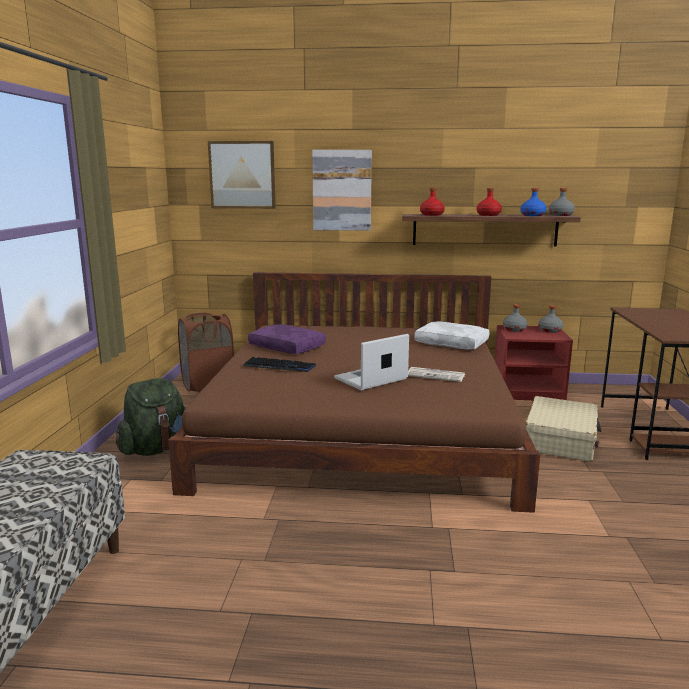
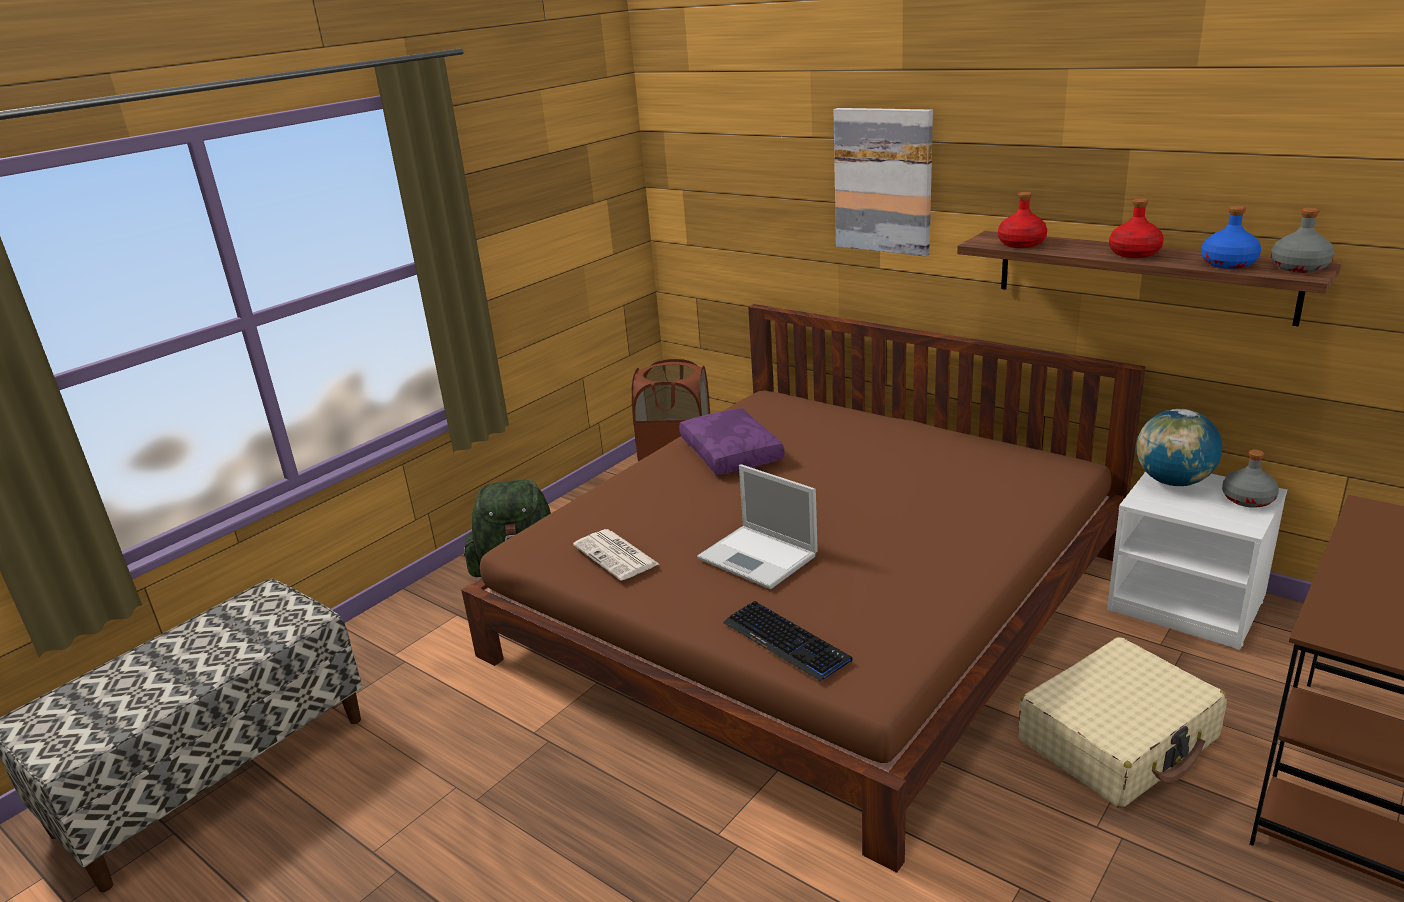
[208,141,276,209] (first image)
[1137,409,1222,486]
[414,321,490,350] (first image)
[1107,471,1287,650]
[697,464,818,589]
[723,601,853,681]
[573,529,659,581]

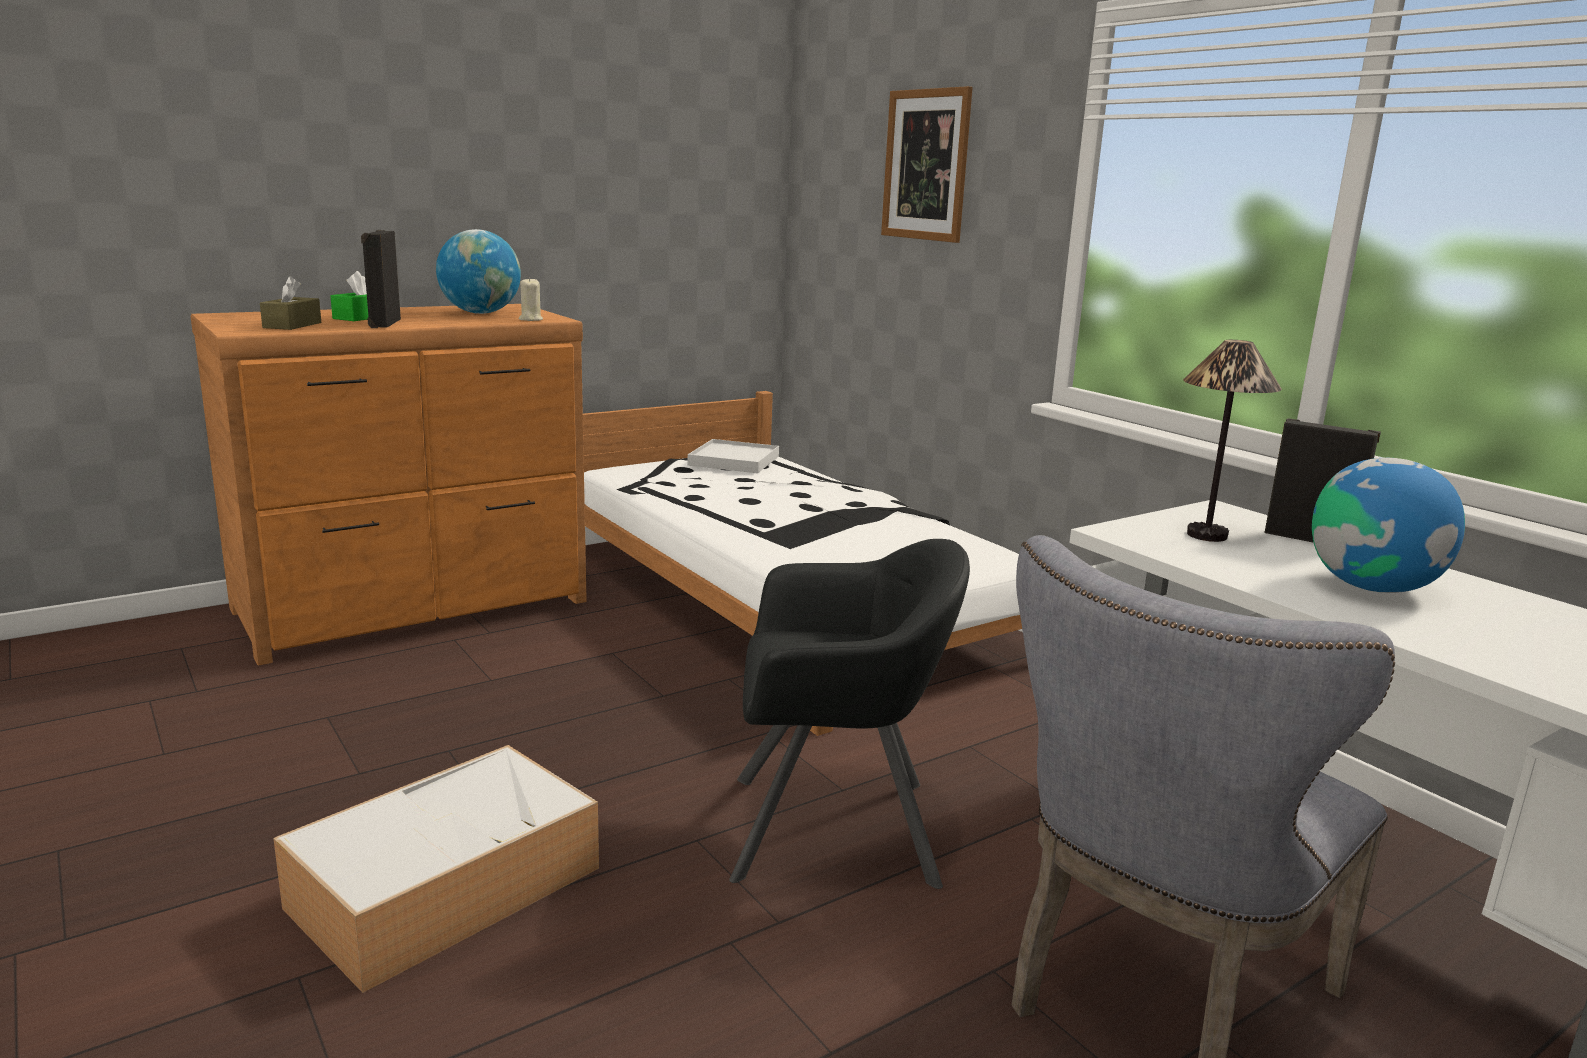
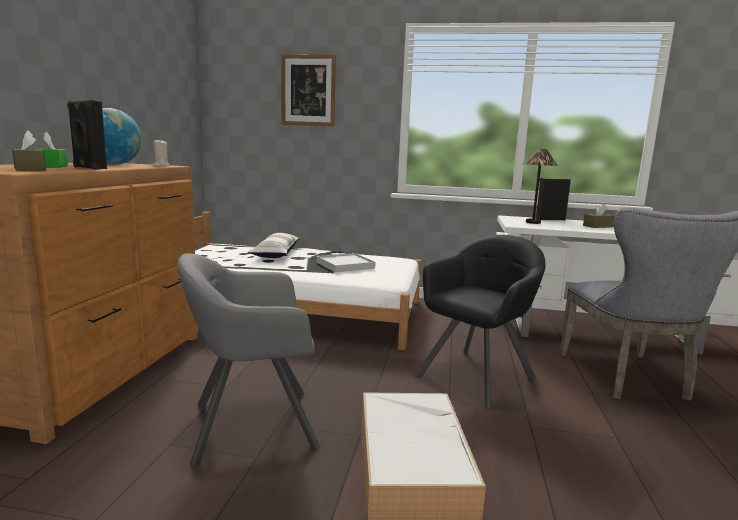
[316,253,376,273]
[583,204,615,228]
[247,233,300,258]
[178,253,320,466]

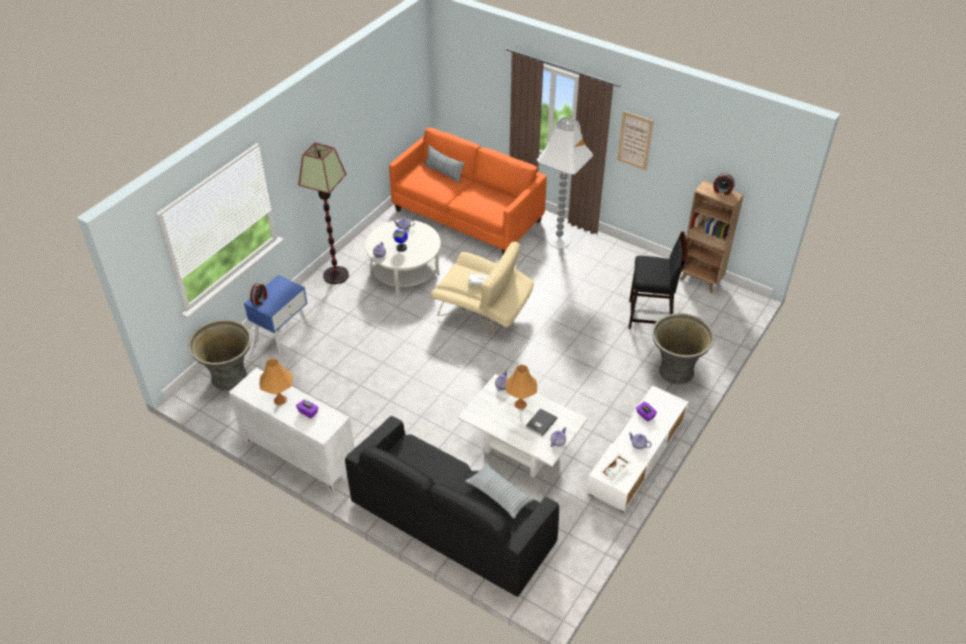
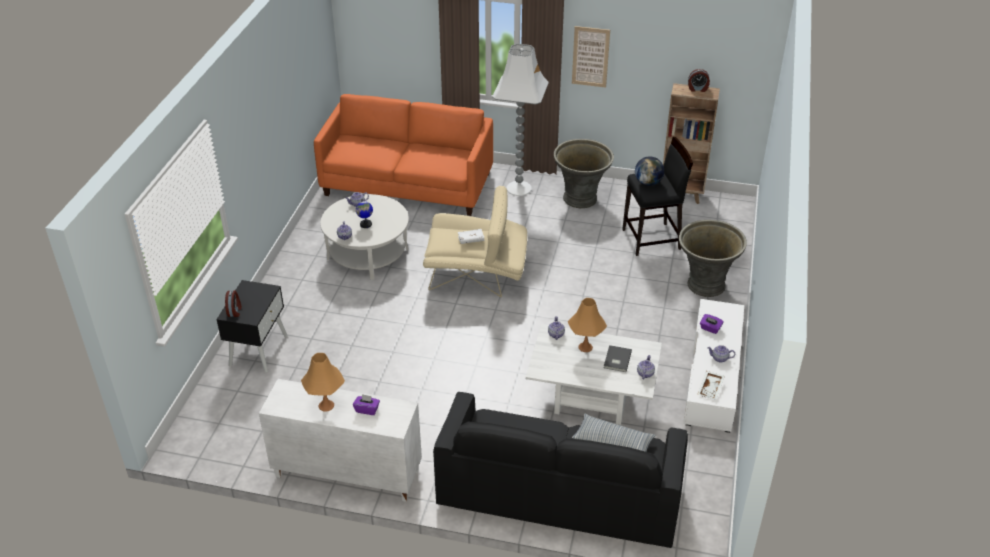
[298,142,349,284] (first image)
[424,145,464,184] (first image)
[216,280,288,373]
[554,139,614,208]
[635,156,664,186]

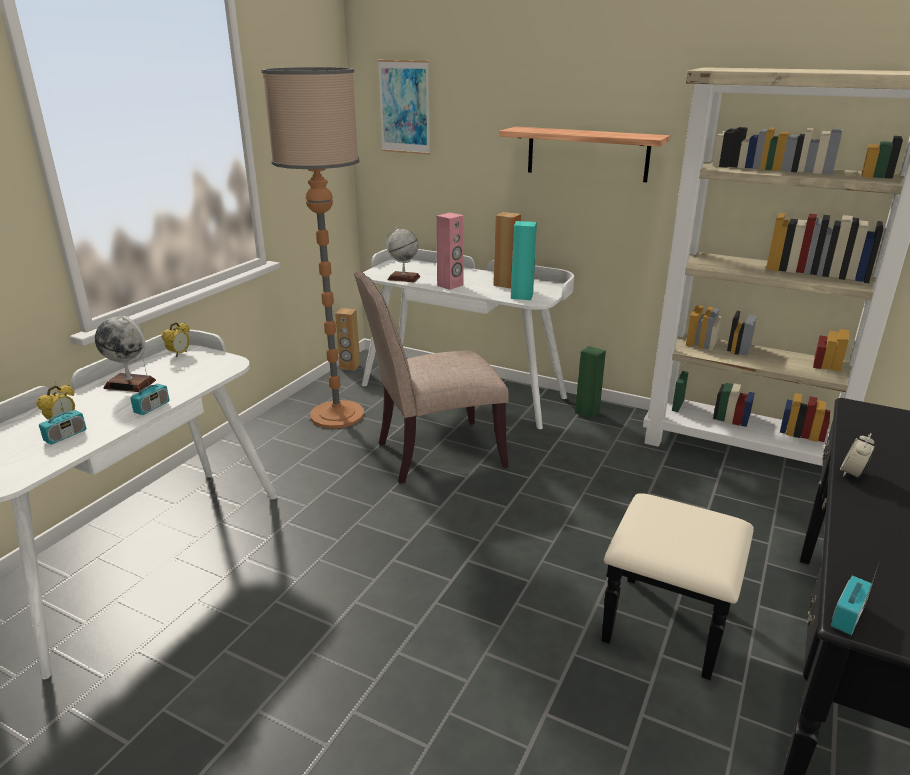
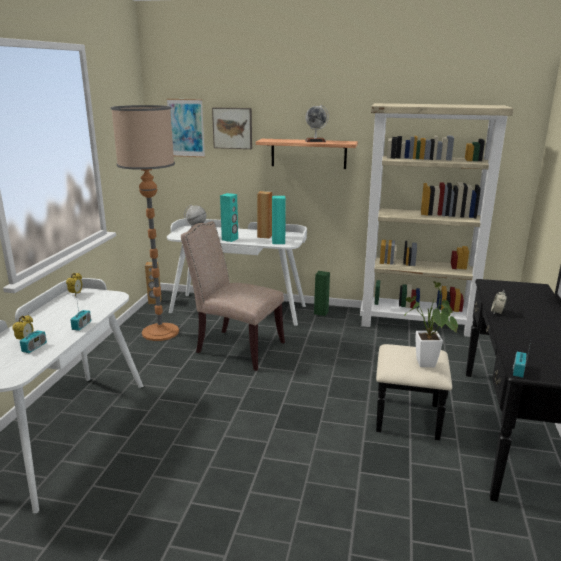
[220,193,238,242]
[181,221,285,371]
[305,105,329,142]
[212,107,252,149]
[404,281,458,367]

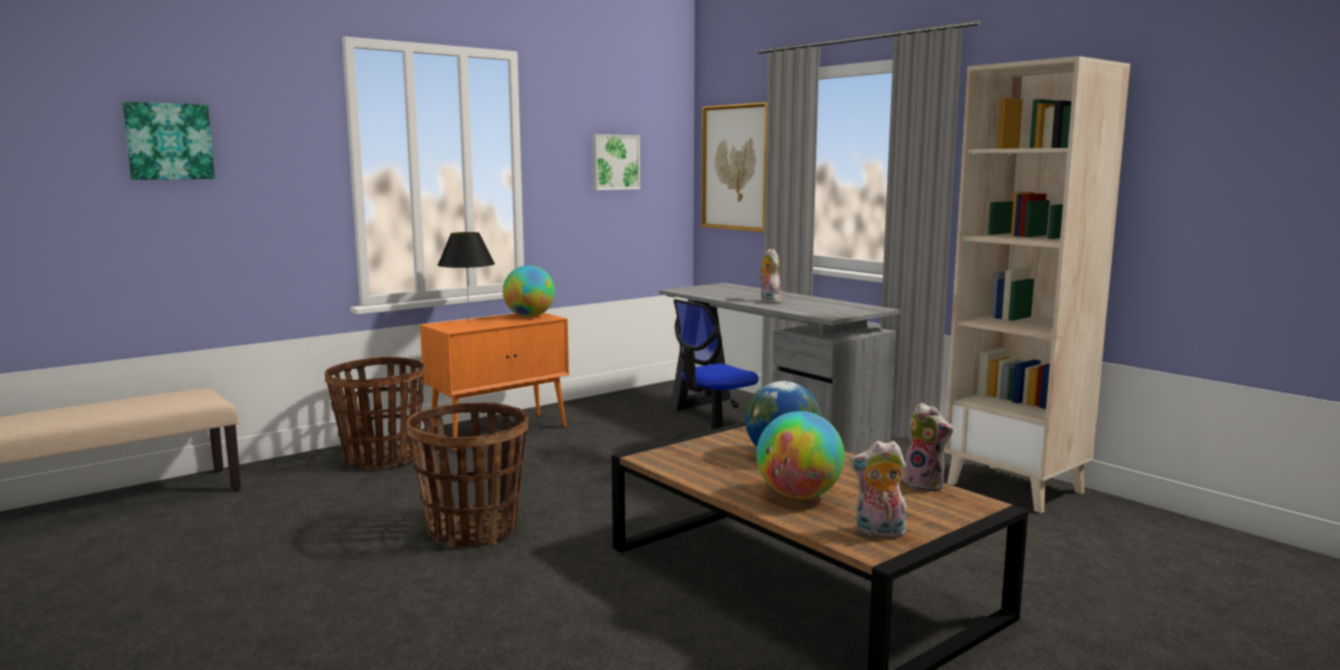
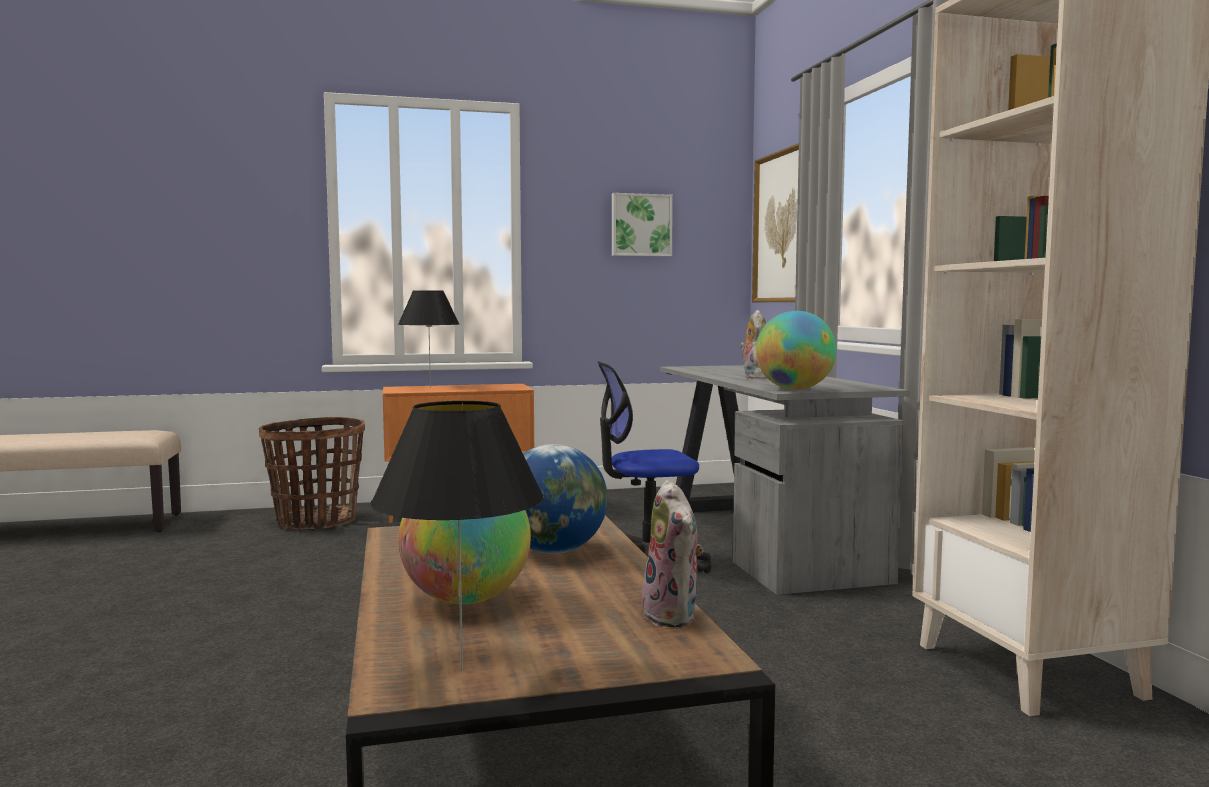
[122,102,215,180] (first image)
[756,311,837,390]
[406,402,528,547] (first image)
[371,401,544,670]

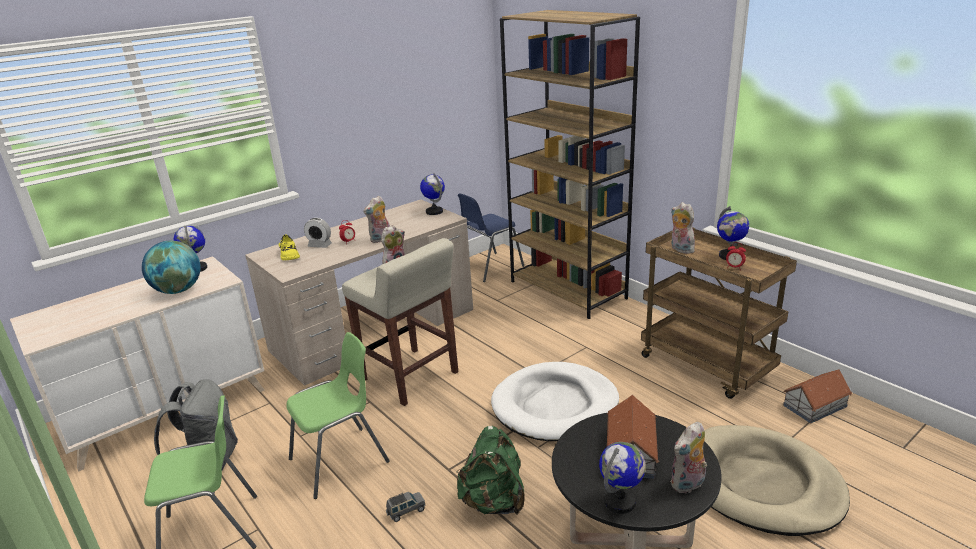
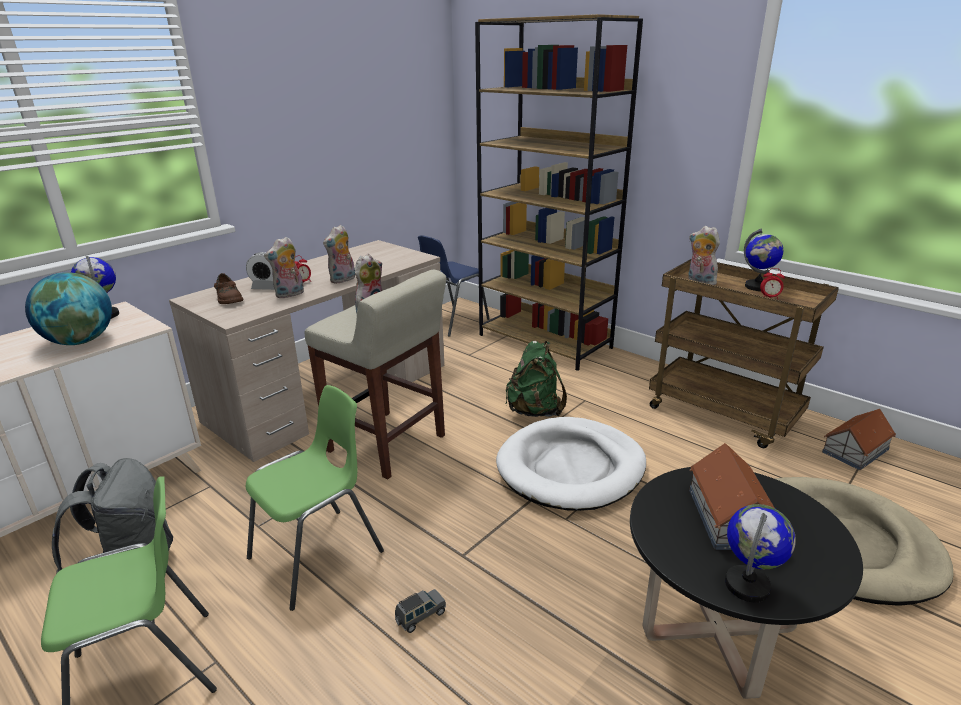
[420,174,445,215] (first image)
[214,273,243,304]
[264,237,304,299]
[505,341,567,417]

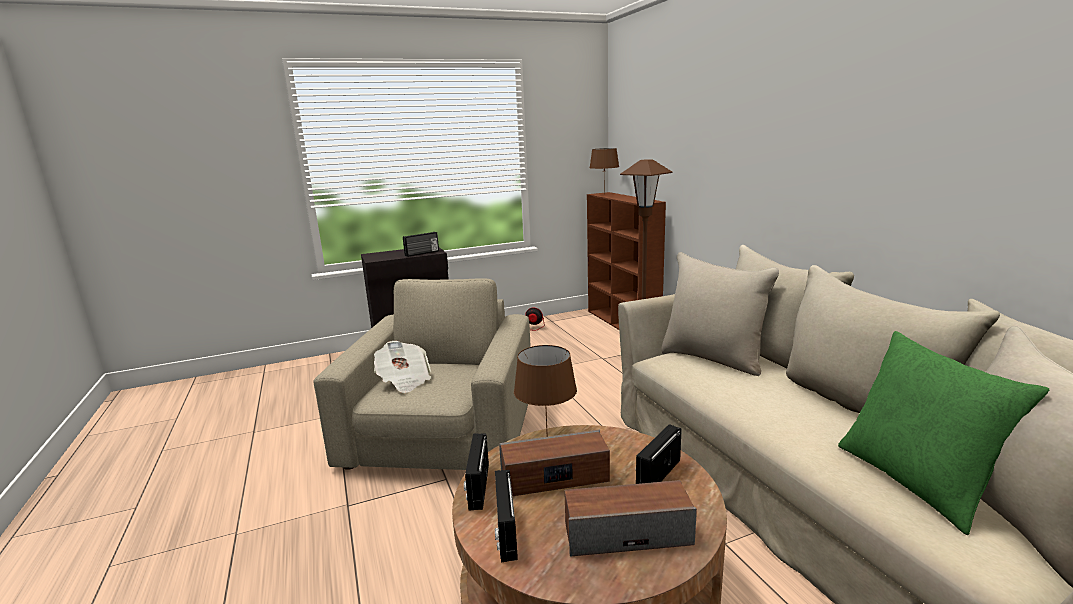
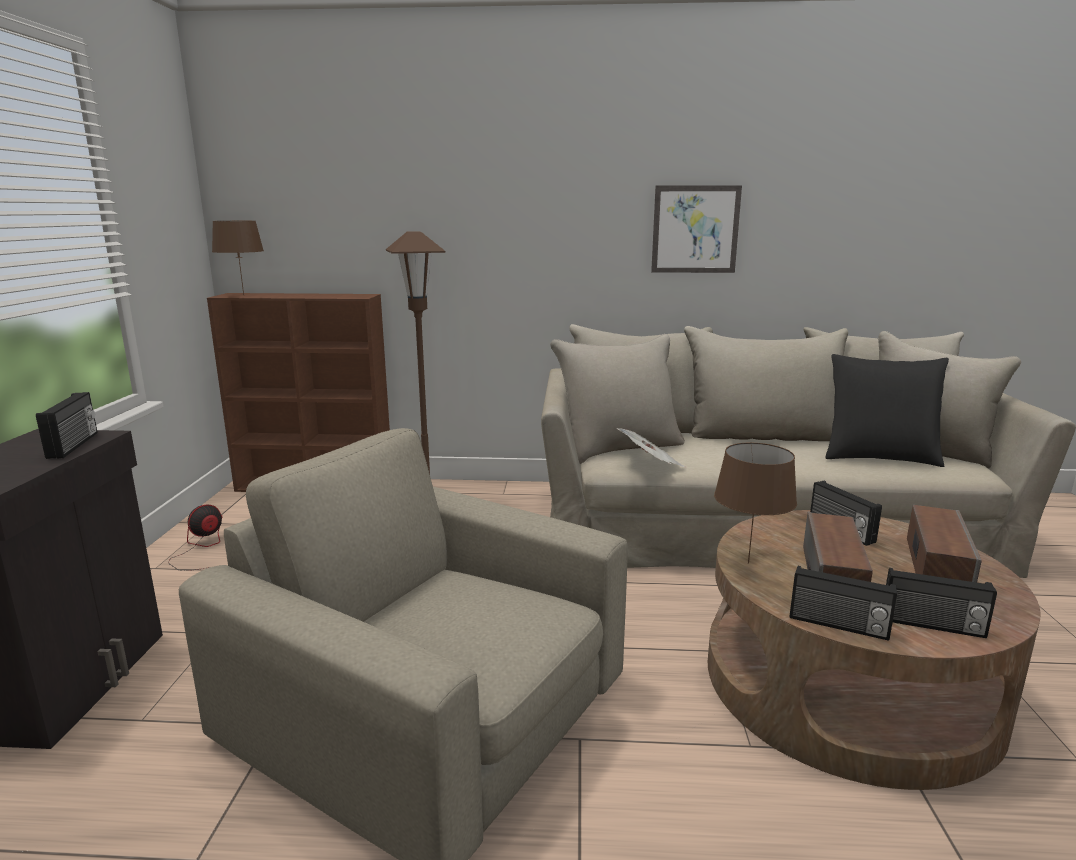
[826,354,949,467]
[616,428,685,467]
[651,185,742,273]

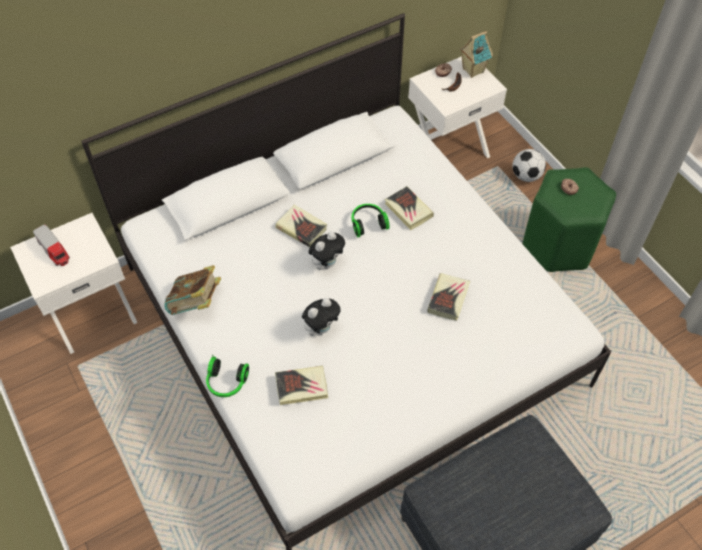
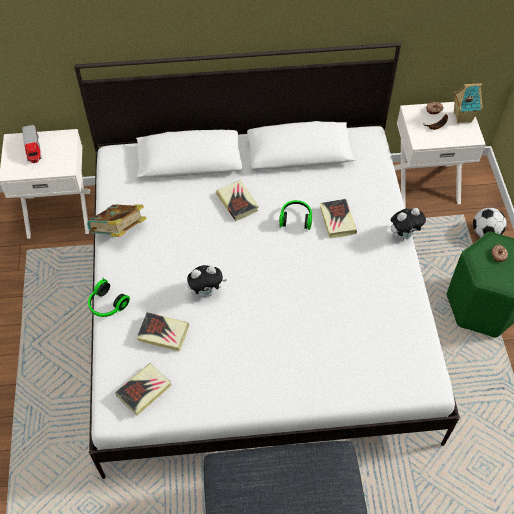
[390,208,426,240]
[115,363,172,415]

